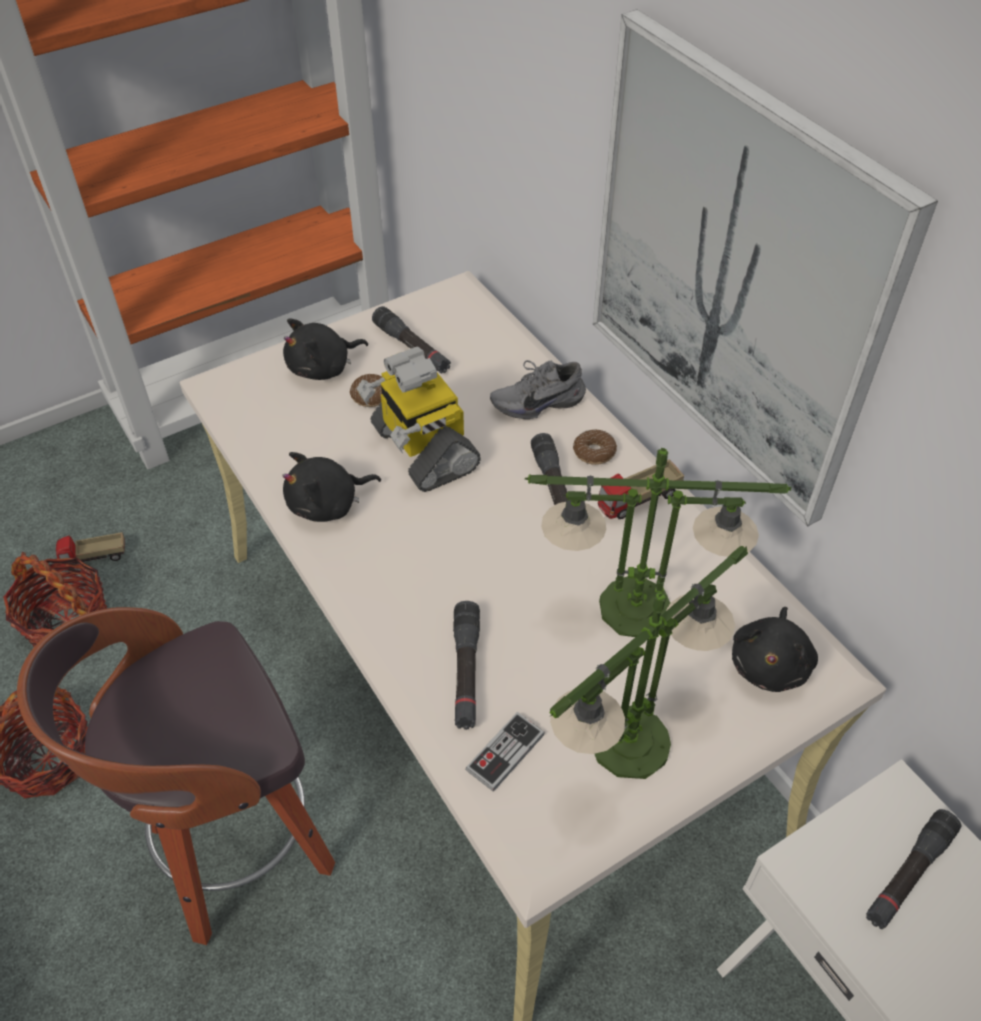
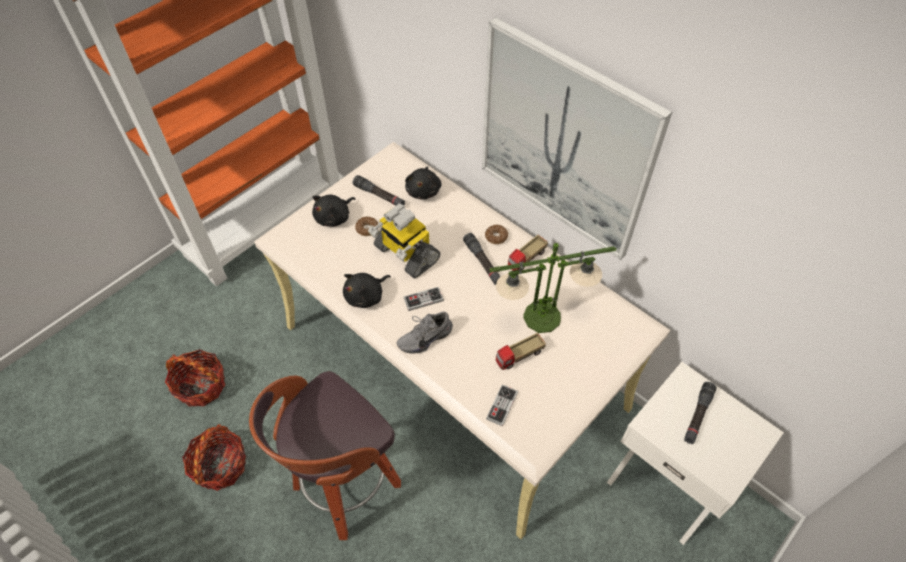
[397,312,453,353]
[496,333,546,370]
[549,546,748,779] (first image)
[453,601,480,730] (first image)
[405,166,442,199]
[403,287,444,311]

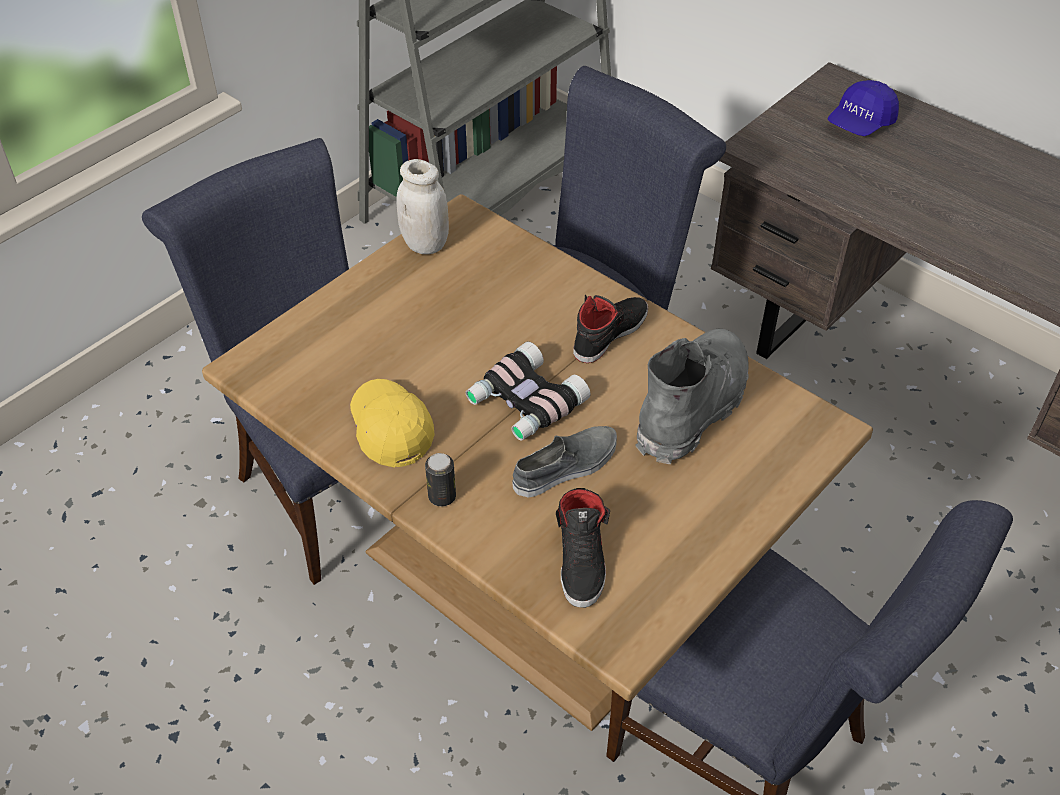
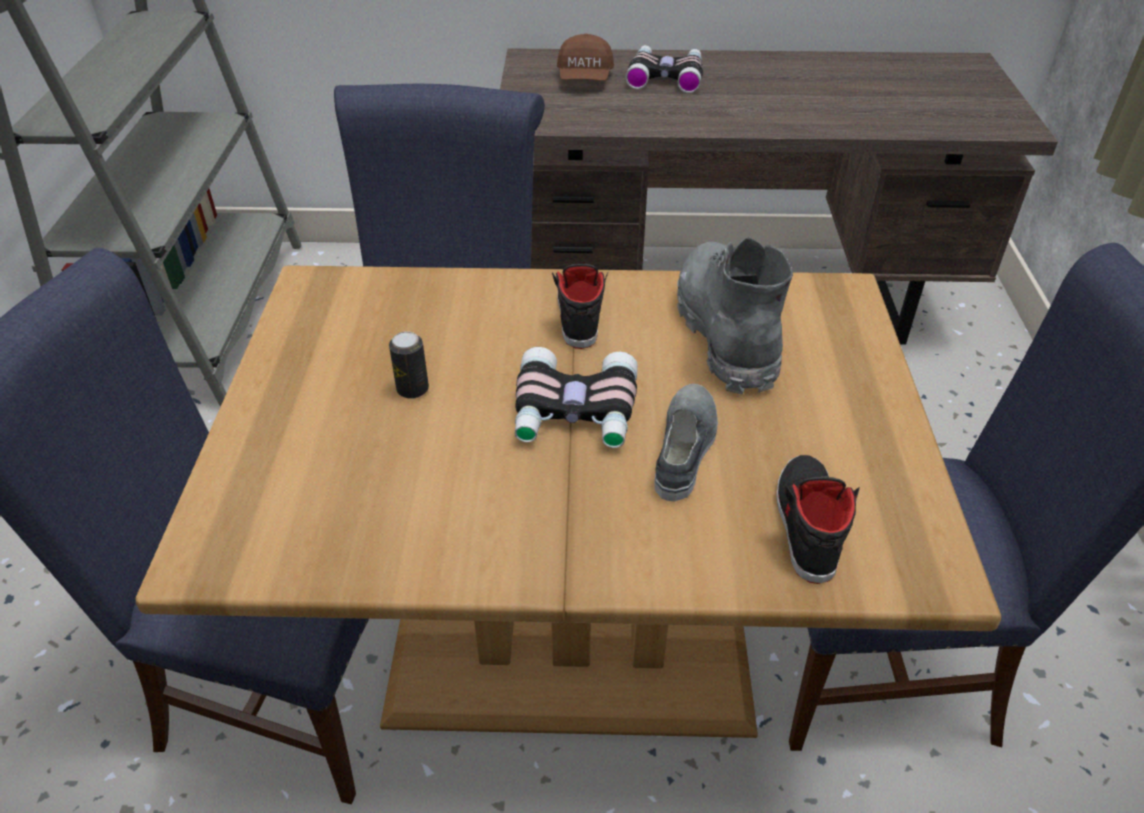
[557,34,614,81]
[396,159,449,254] (first image)
[350,379,435,468] (first image)
[389,331,429,399]
[776,455,860,584]
[626,45,703,93]

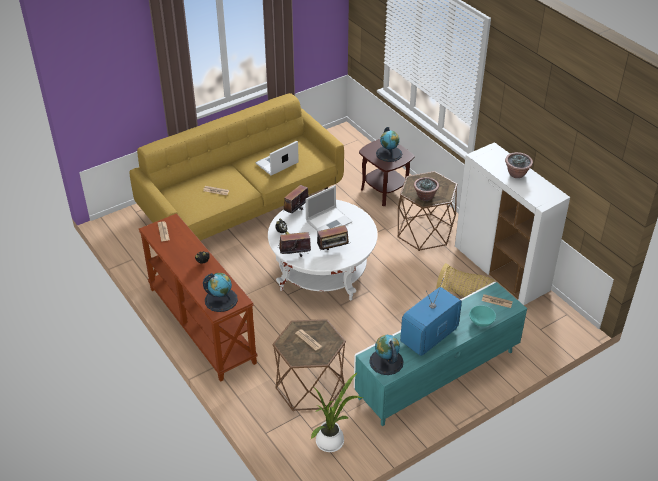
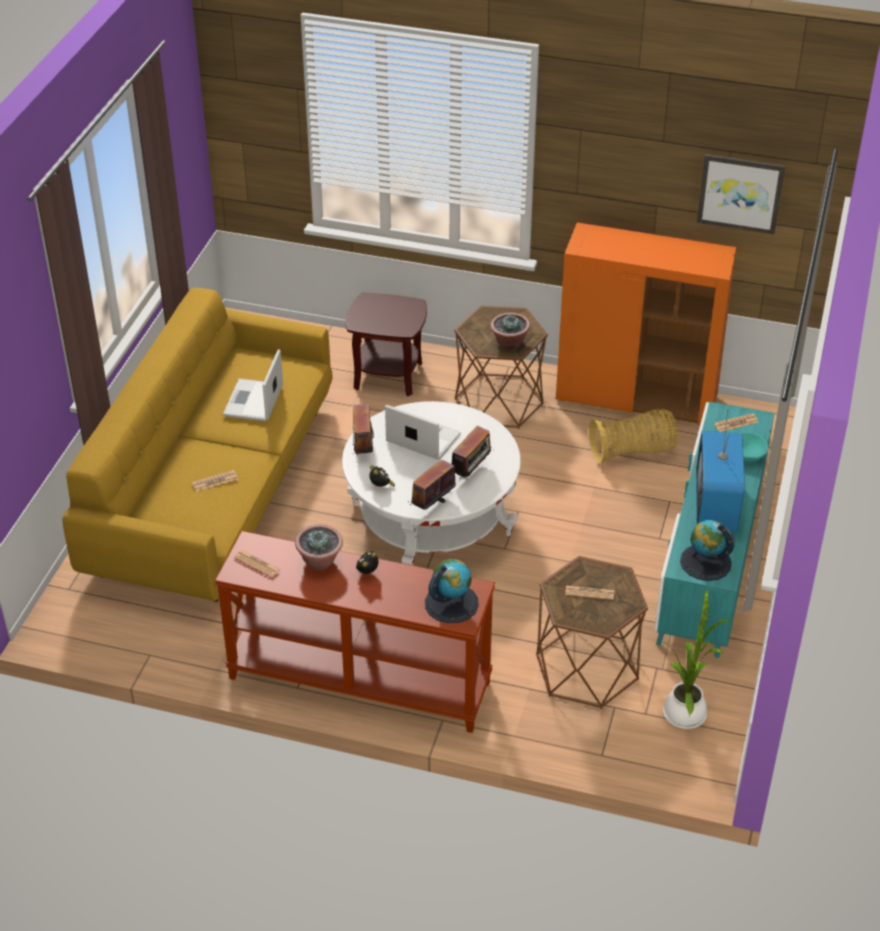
[376,127,402,162] (first image)
[556,222,736,425]
[295,525,343,570]
[385,405,461,460]
[697,154,785,234]

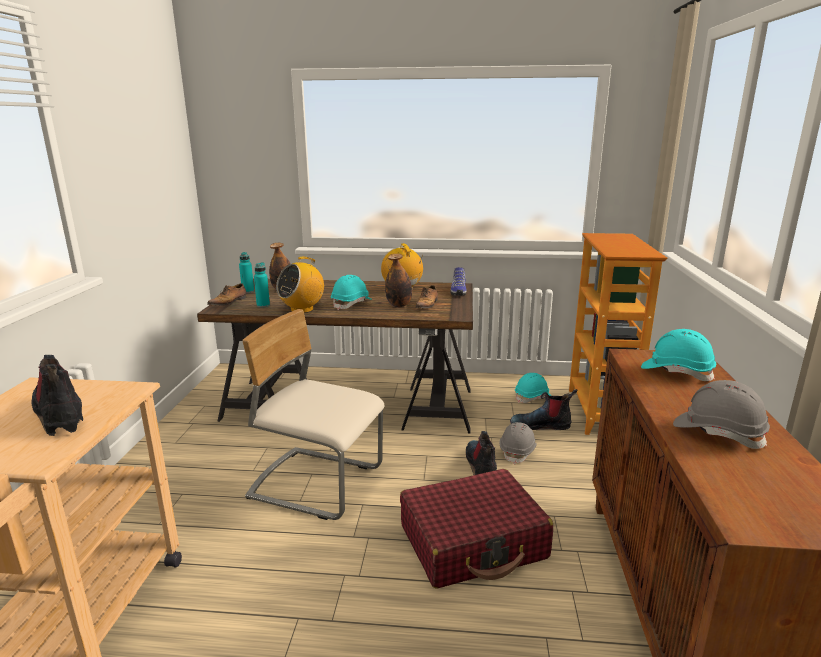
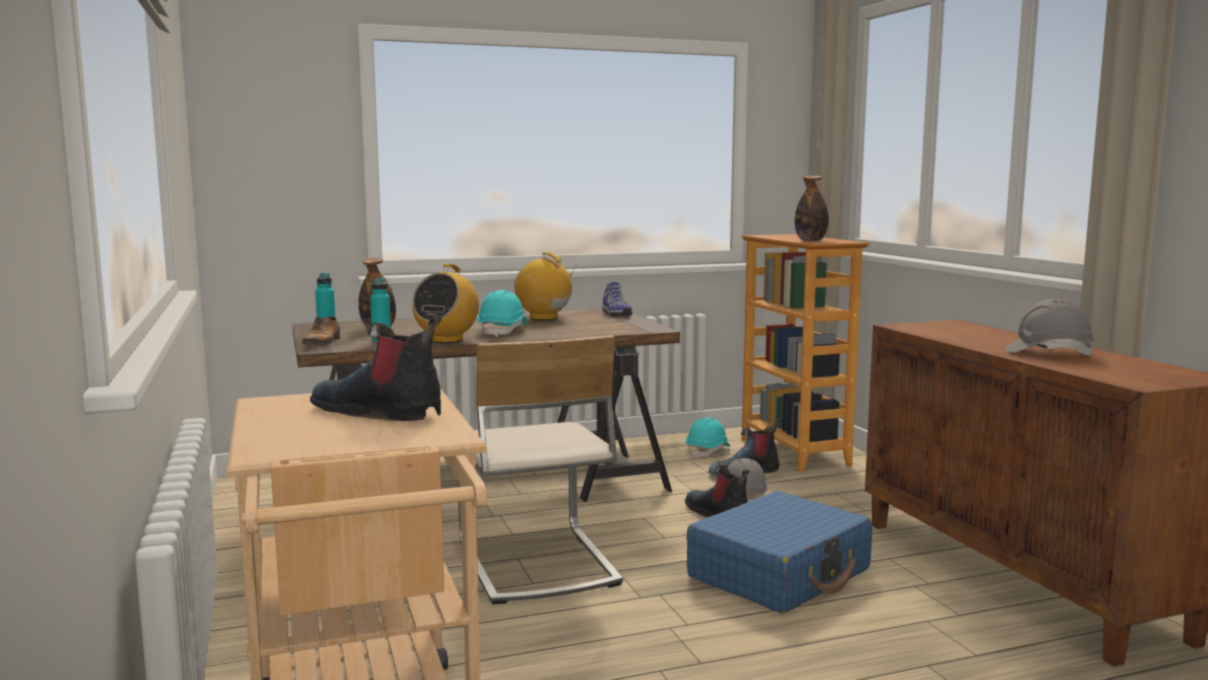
[795,175,828,241]
[415,285,438,309] (first image)
[457,335,623,605]
[641,329,716,381] (first image)
[687,491,872,613]

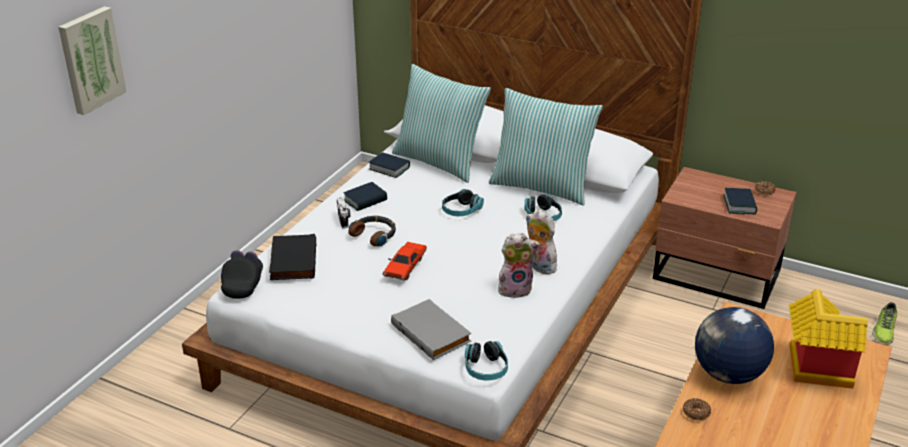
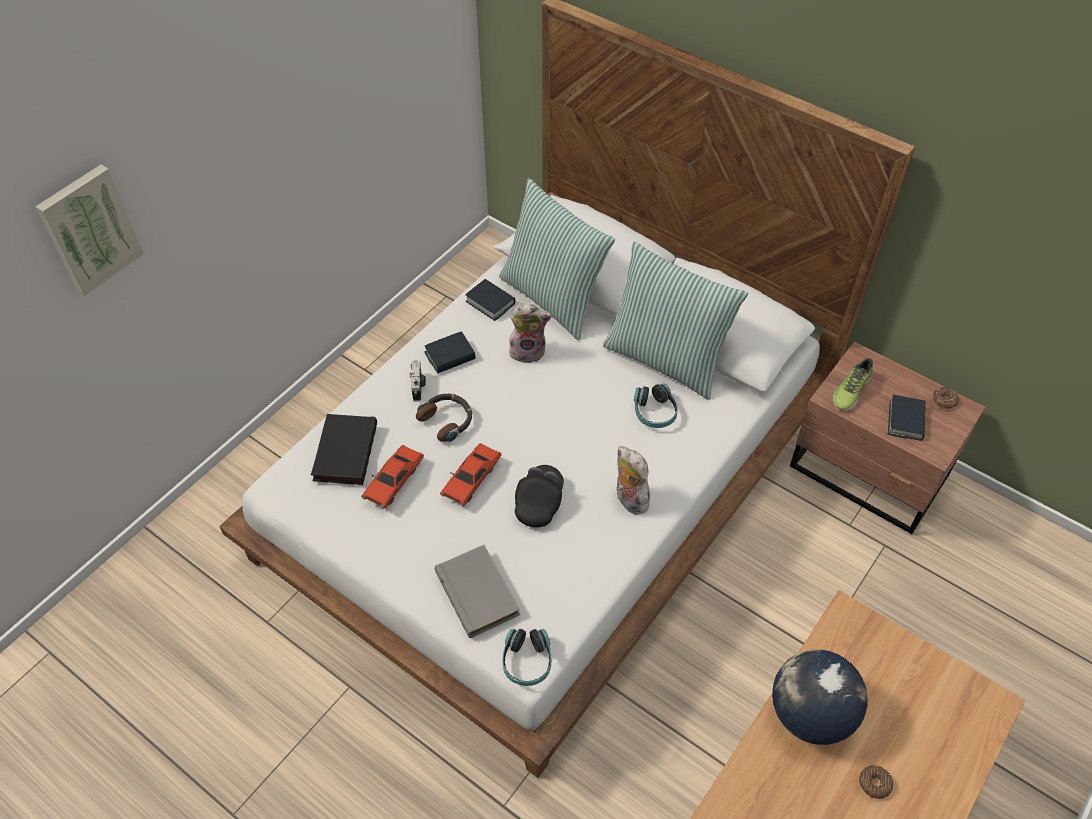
[442,189,484,216] (first image)
[508,303,552,363]
[515,465,564,527]
[789,289,868,389] (first image)
[833,358,873,411]
[859,765,893,799]
[361,445,424,509]

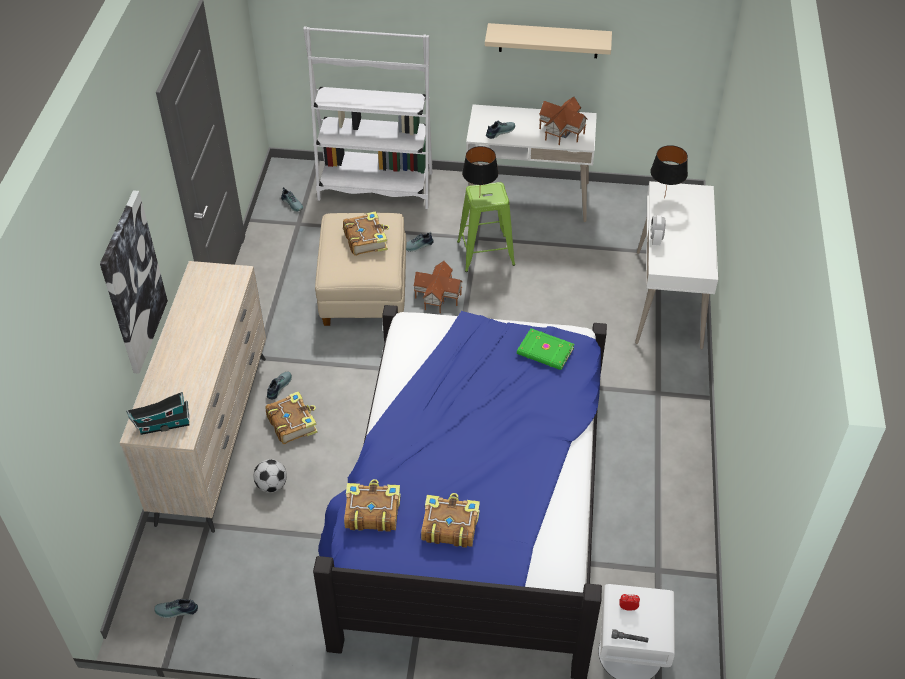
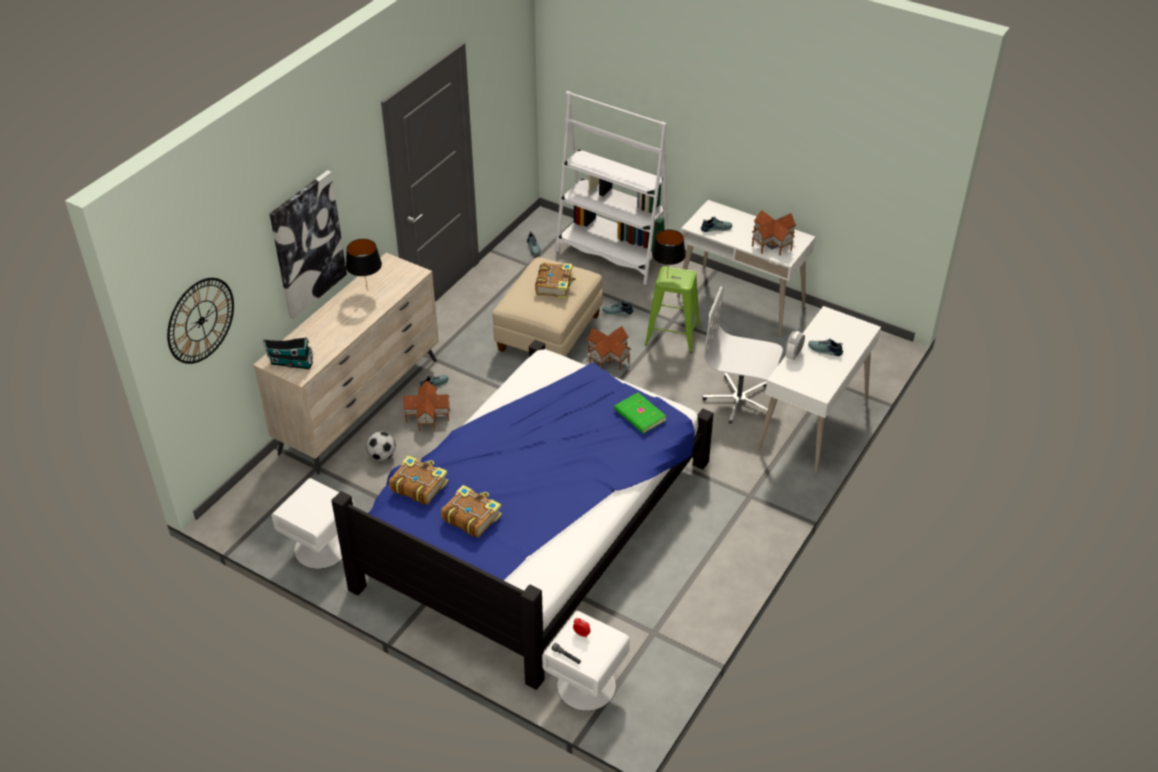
[485,23,612,58] (first image)
[346,239,382,291]
[403,380,450,431]
[808,339,843,356]
[167,278,234,364]
[703,287,783,424]
[271,478,354,569]

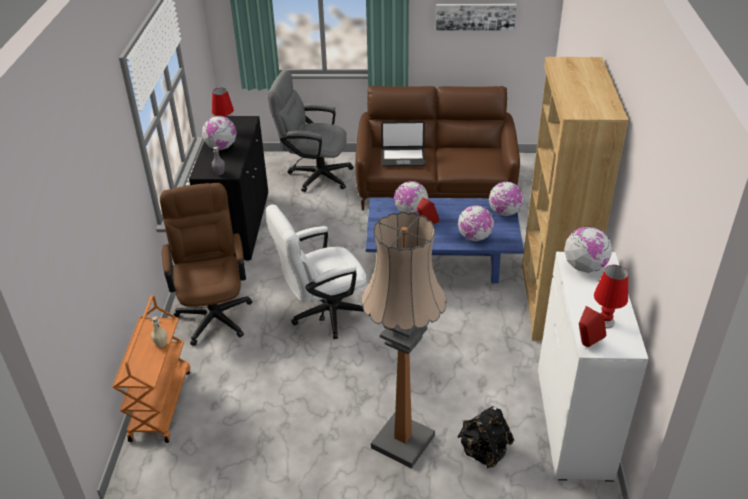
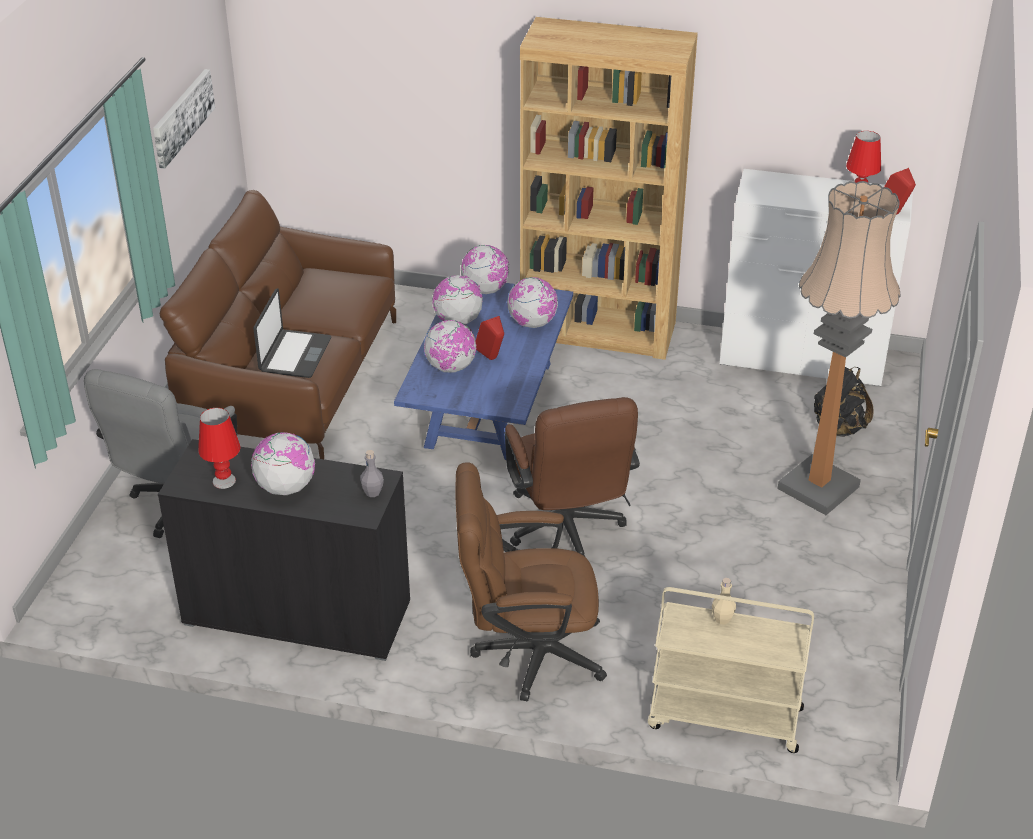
[505,397,640,556]
[432,275,483,325]
[648,587,814,753]

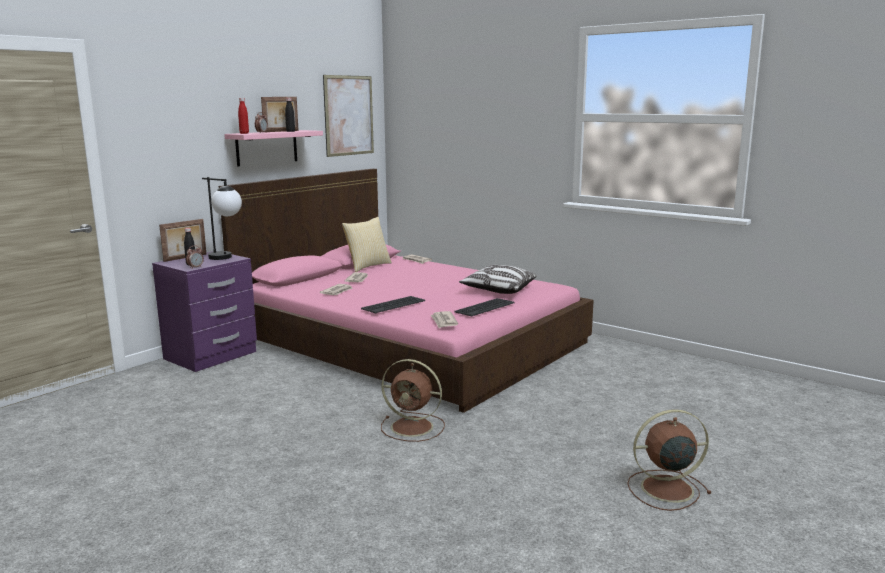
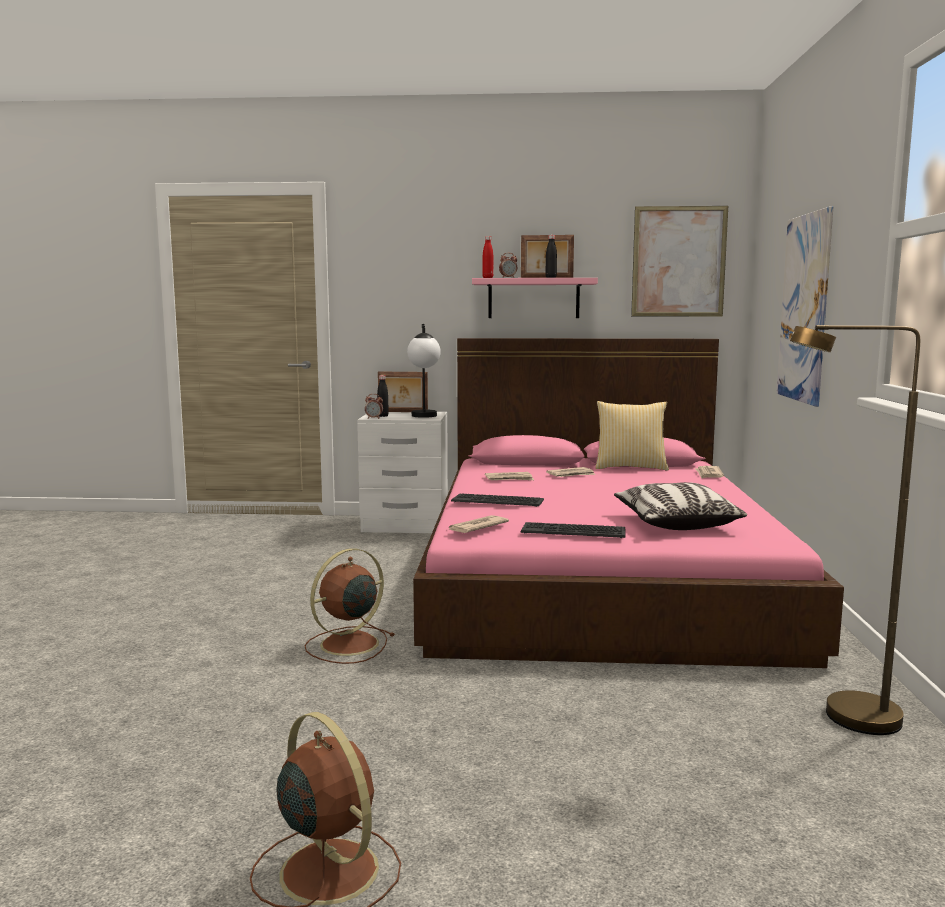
[357,412,448,533]
[304,548,395,664]
[777,206,833,407]
[790,325,920,735]

